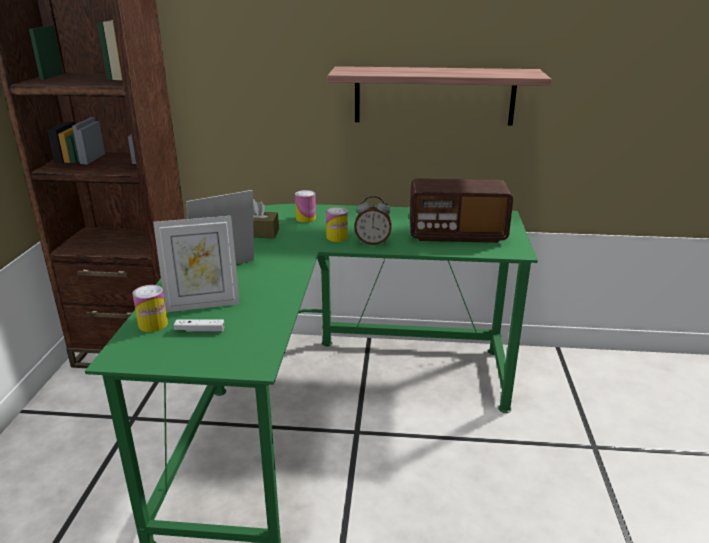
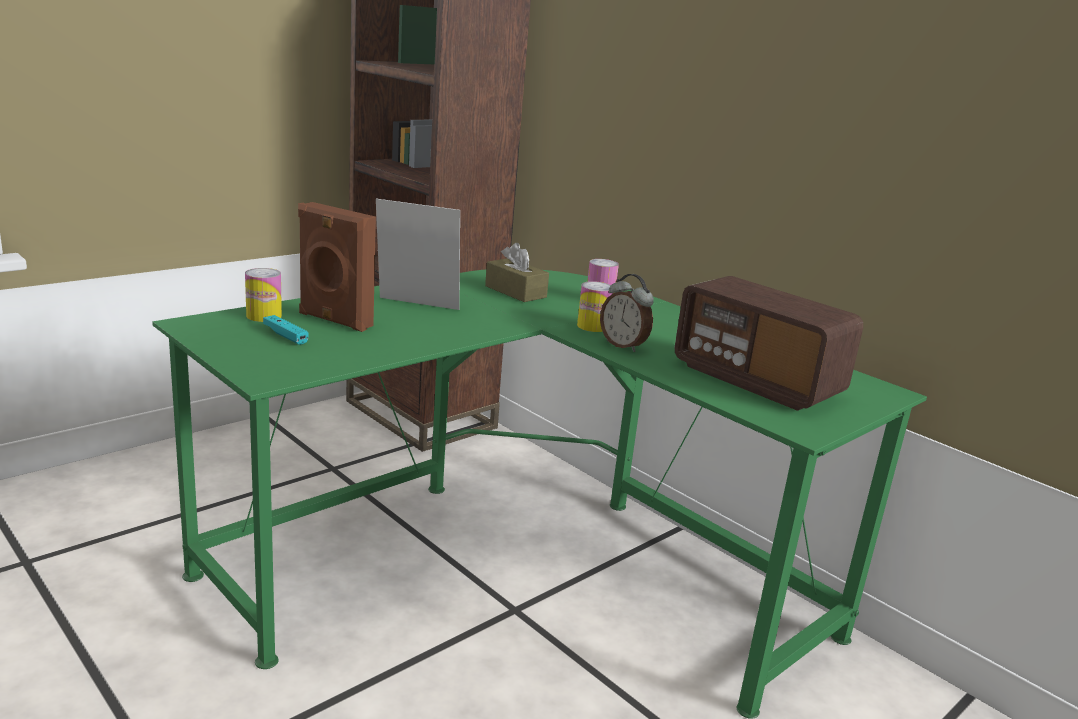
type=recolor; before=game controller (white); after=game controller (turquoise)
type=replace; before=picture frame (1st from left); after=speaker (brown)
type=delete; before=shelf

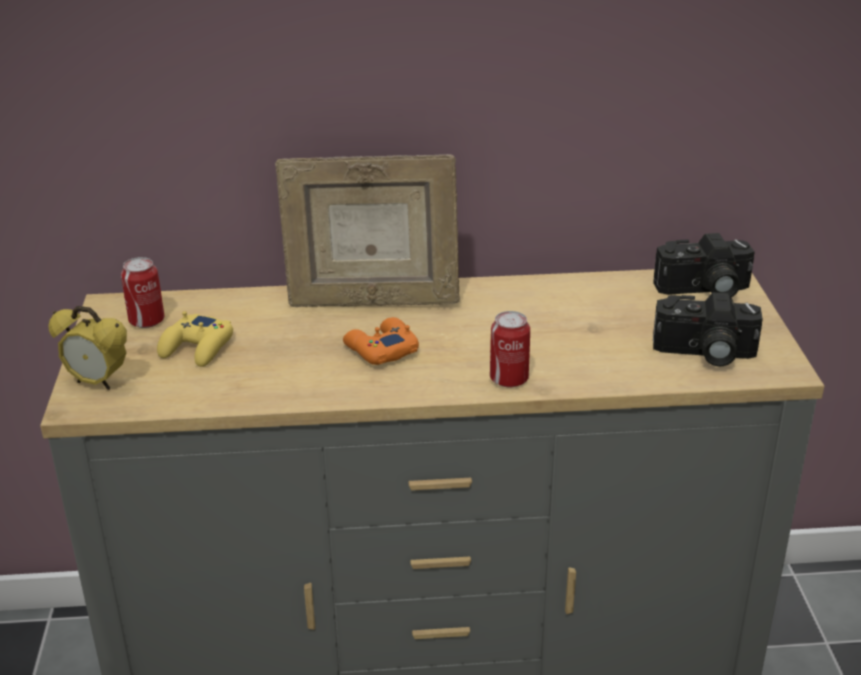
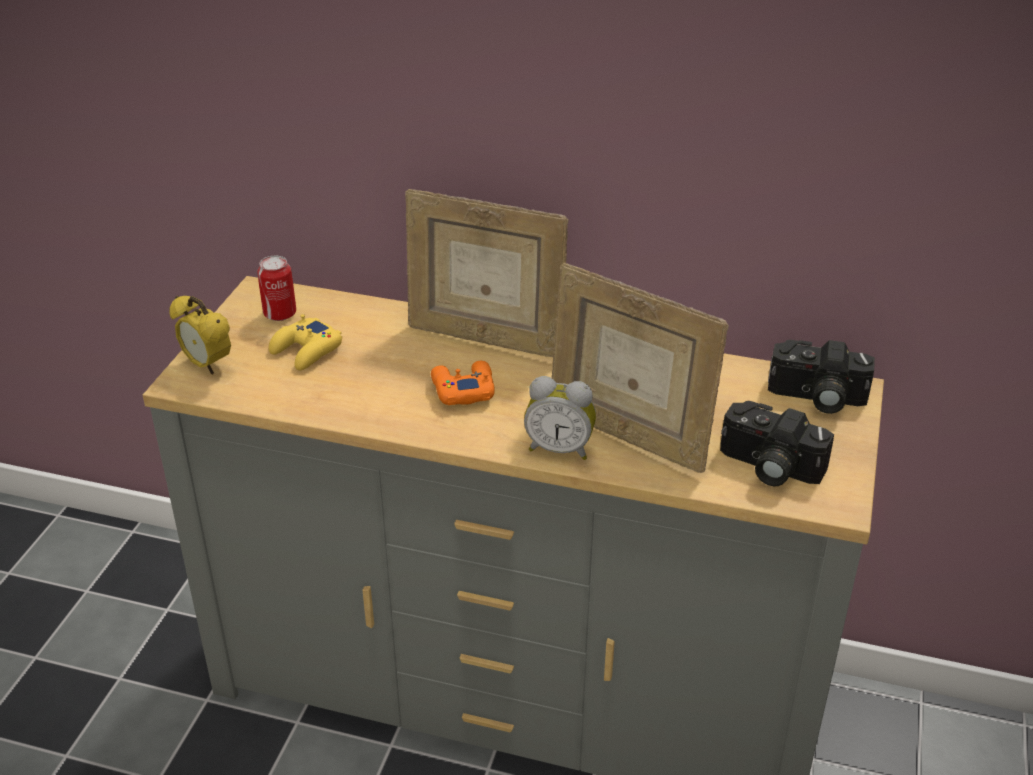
type=replace; before=can (2nd from left); after=alarm clock (2nd from left)
type=insert; after=picture frame (2nd from left)

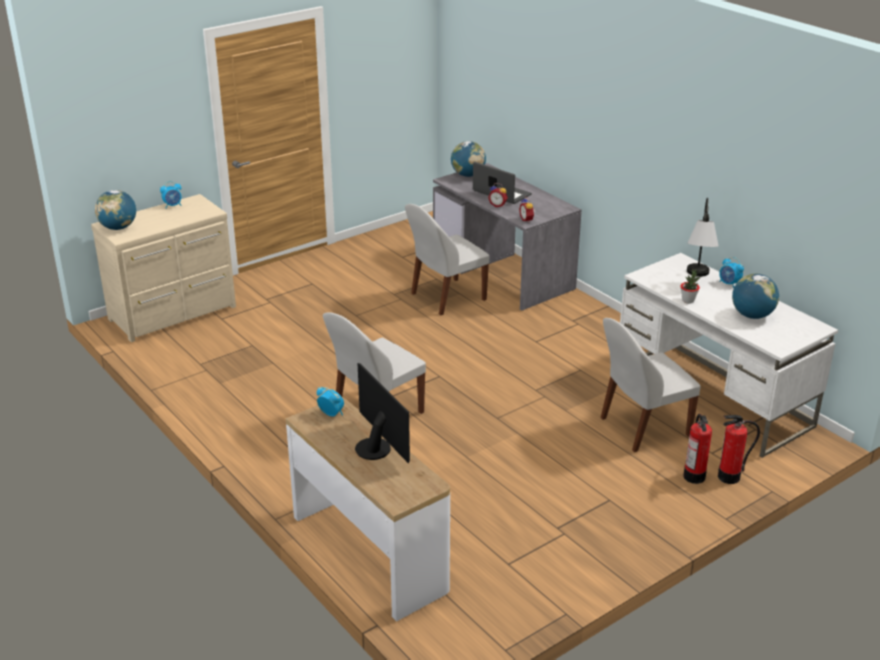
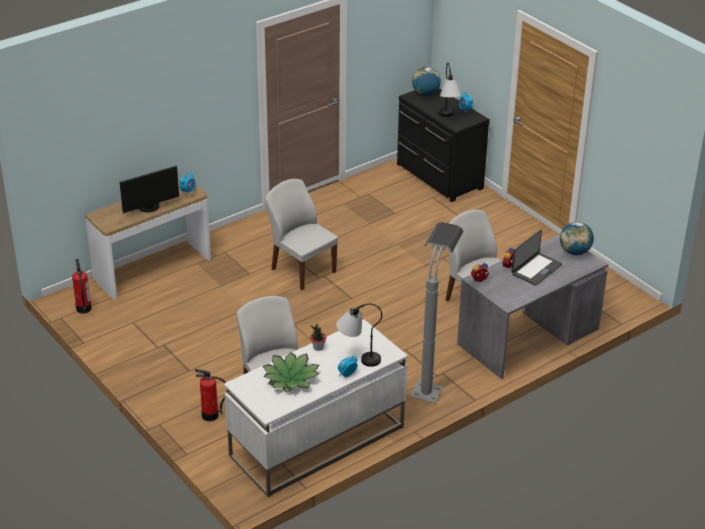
type=move; before=fire extinguisher (2nd from left in the first image); after=fire extinguisher (1st from left)
type=replace; before=globe (3rd from left); after=potted plant (1st from left)
type=recolor; before=dresser (beige); after=dresser (black)
type=insert; after=floor lamp (grey)
type=insert; after=table lamp (2nd from left)

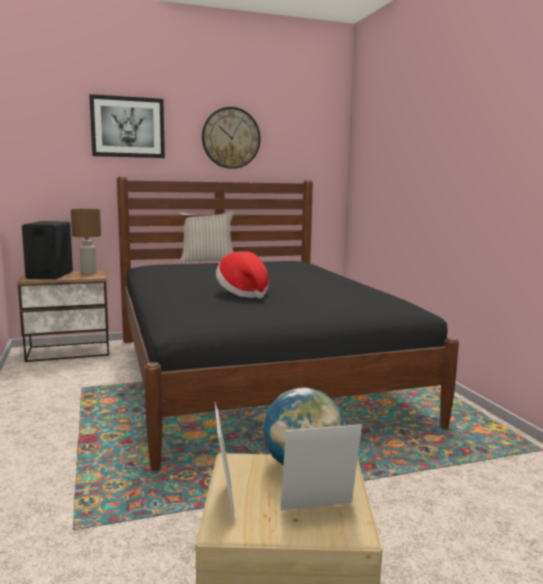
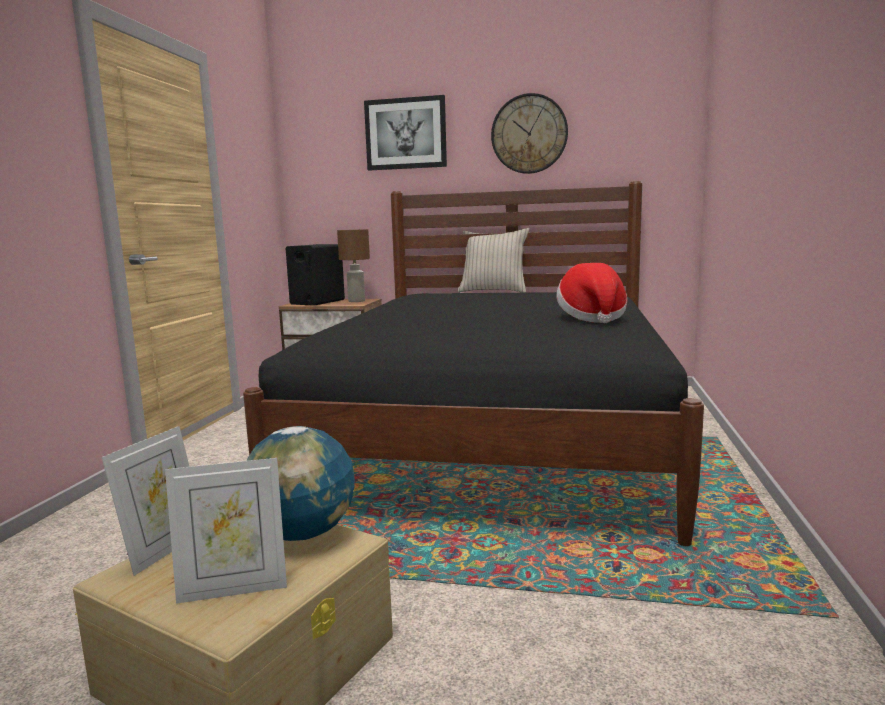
type=rotate; before=picture frame (2nd from left); turn=150
type=move; before=hat

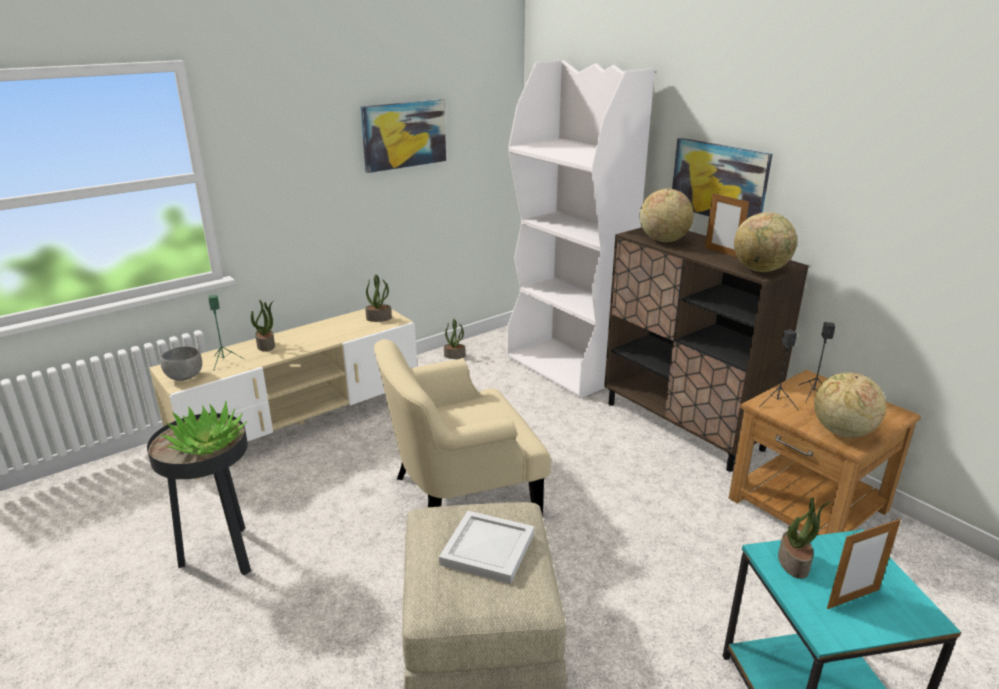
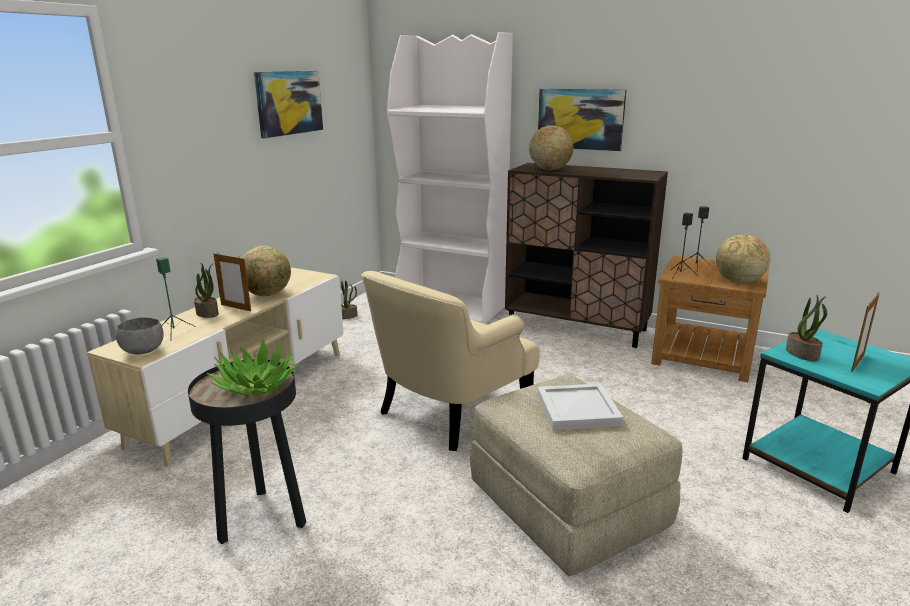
type=move; before=picture frame (1st from left)
type=move; before=globe (2nd from left in the first image); after=globe (1st from left)
type=delete; before=potted plant (3rd from left)

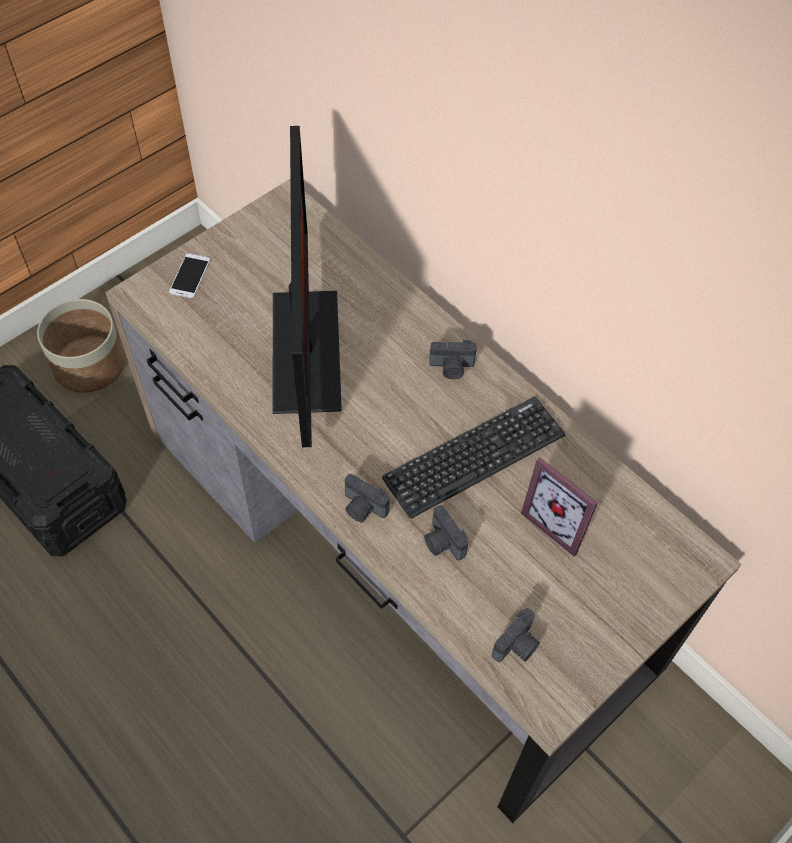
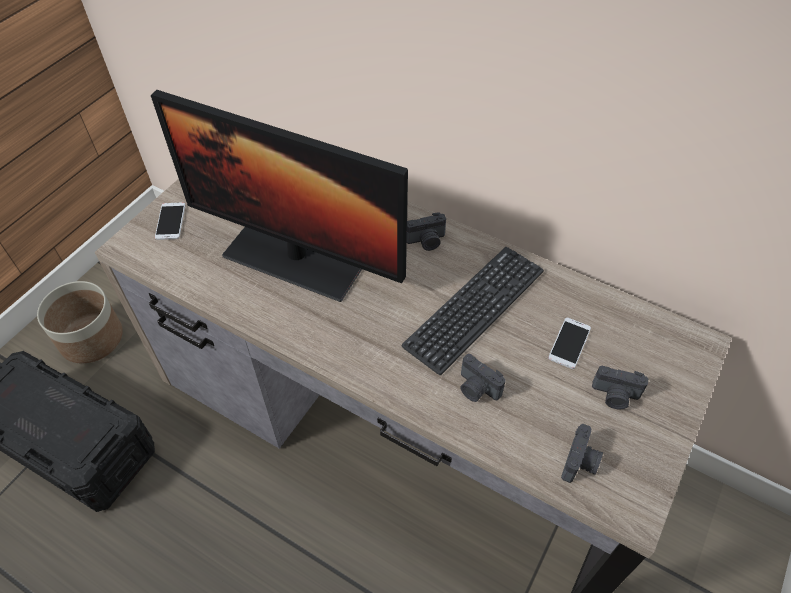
type=rotate; before=monitor; turn=135
type=replace; before=picture frame; after=phone (2nd from left)
type=move; before=photo camera (1st from left in the first image); after=photo camera (4th from left)

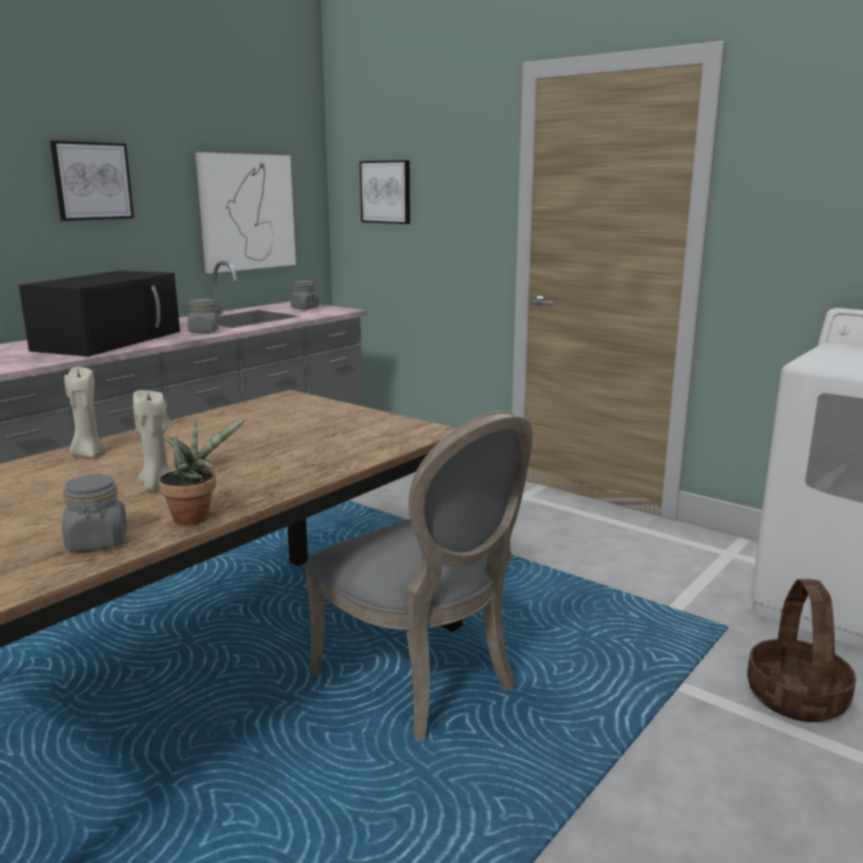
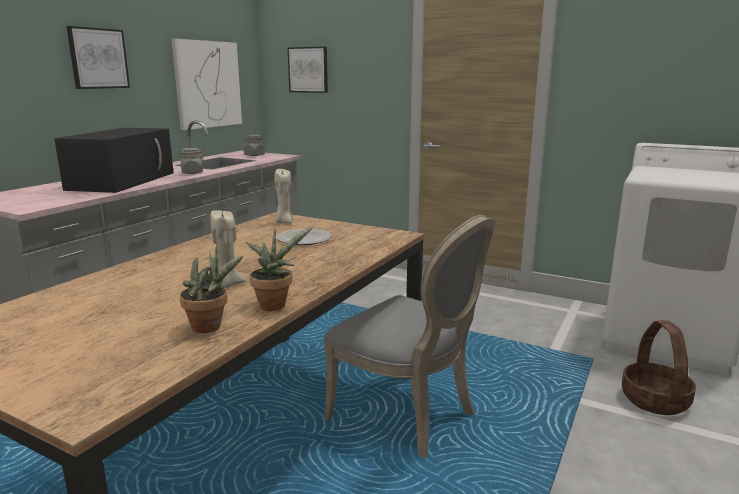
type=replace; before=jar (grey) (1st from left); after=potted plant (1st from left)
type=move; before=candle (beige) (1st from left in the first image); after=candle (beige) (2nd from left)
type=insert; after=plate

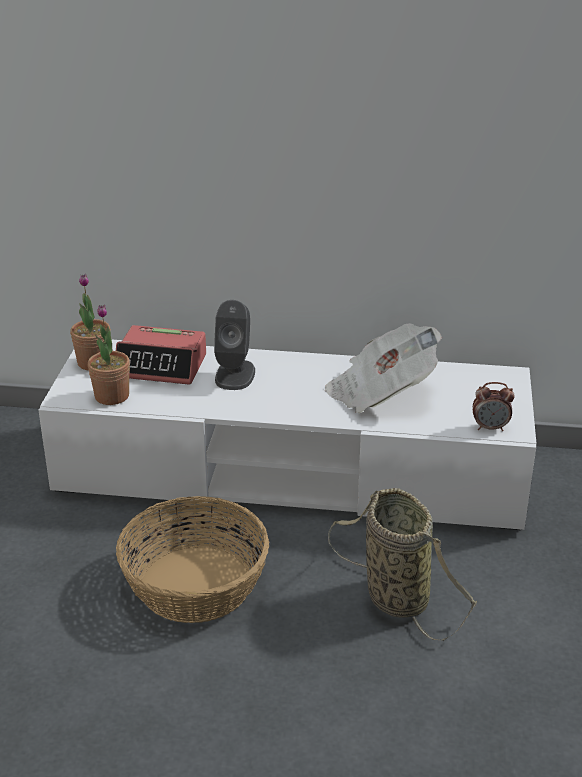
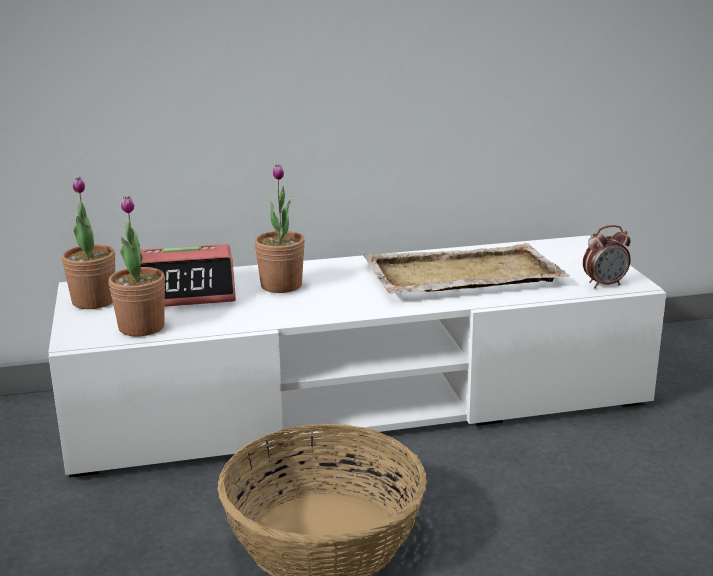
type=replace; before=speaker (grey); after=potted plant (3rd from left)
type=replace; before=newspaper; after=tray (beige)
type=delete; before=basket (2nd from left)

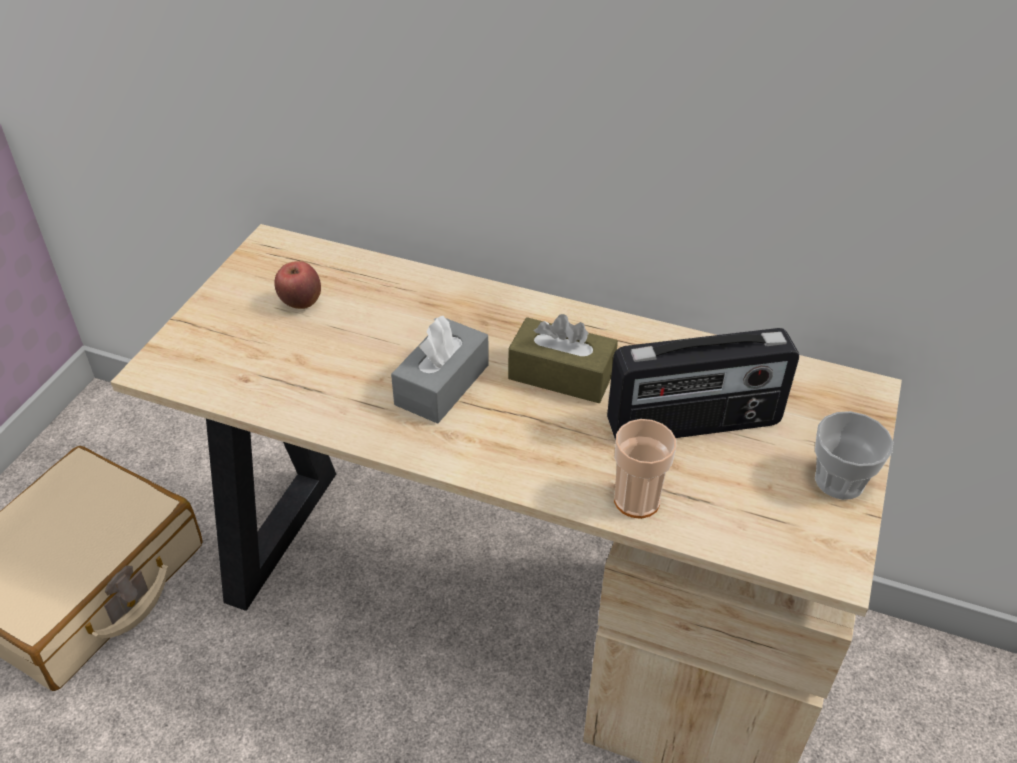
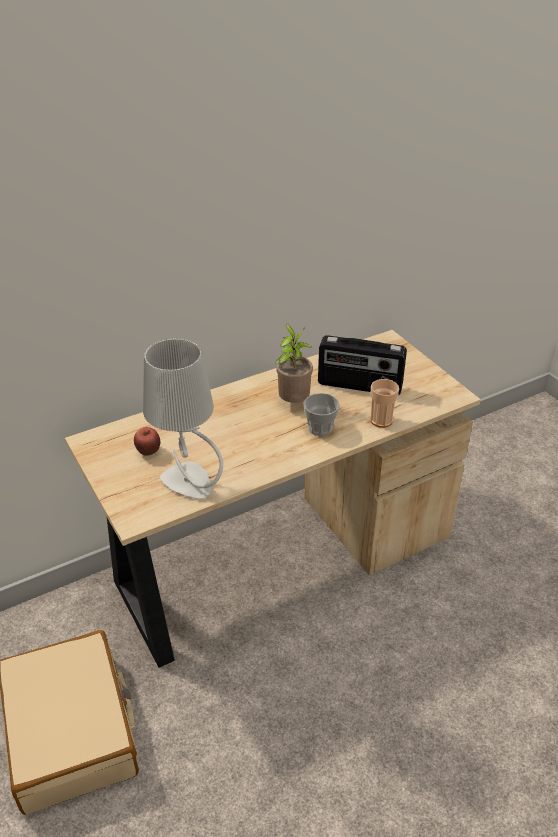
type=insert; after=table lamp (grey)
type=replace; before=tissue box (brown); after=potted plant
type=move; before=cup (2nd from left in the first image); after=cup (1st from left)
type=rotate; before=radio; turn=75
type=delete; before=tissue box (grey)

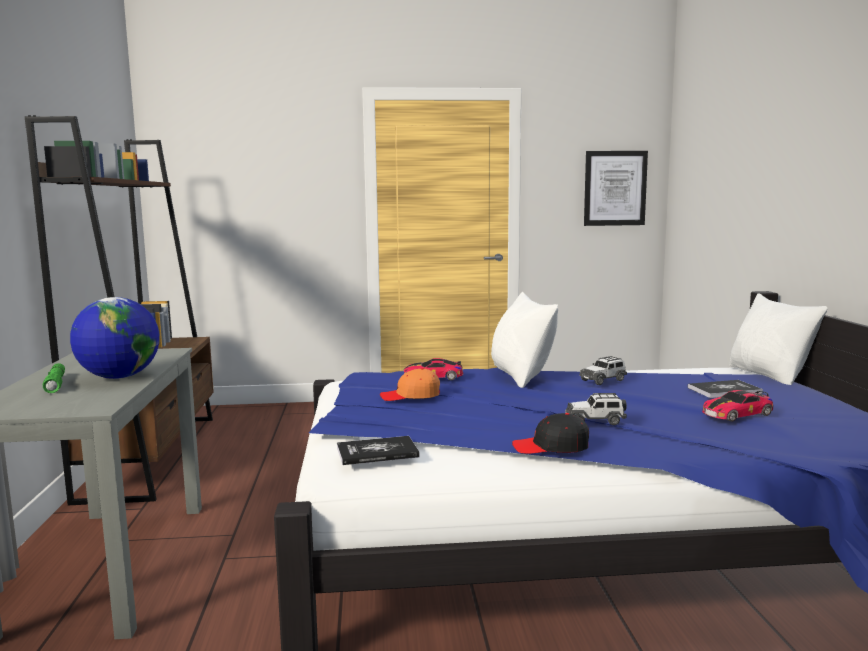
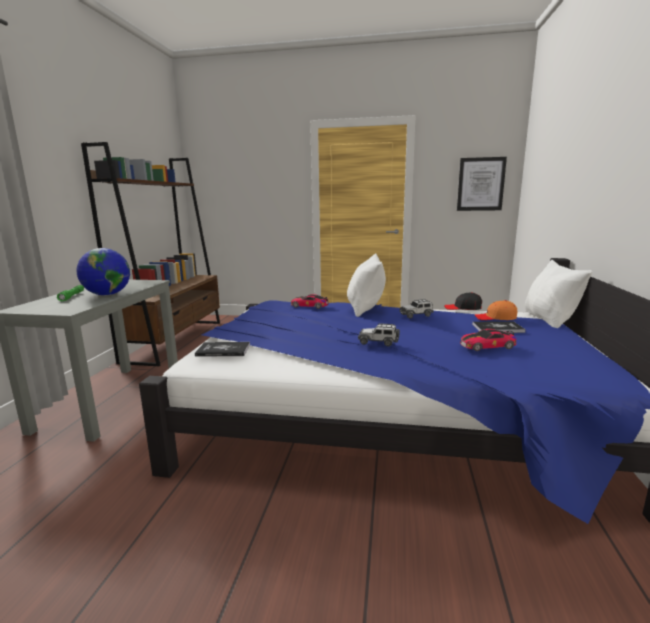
type=move; before=cap (black)
type=move; before=cap (orange)

